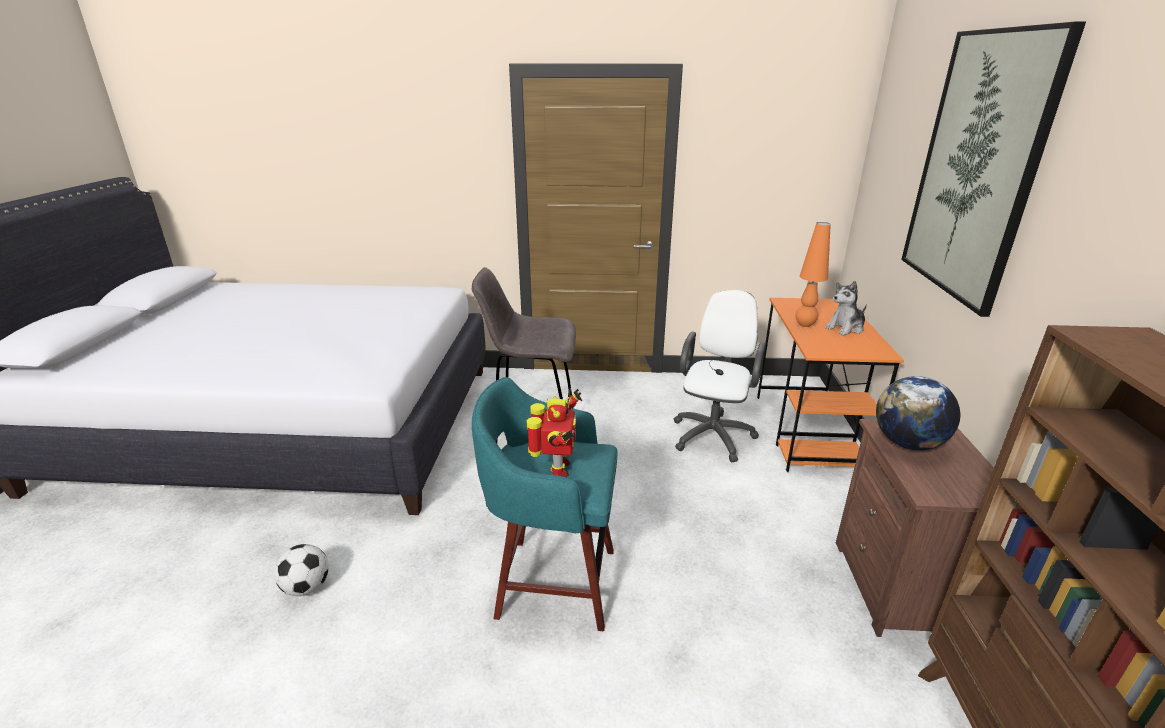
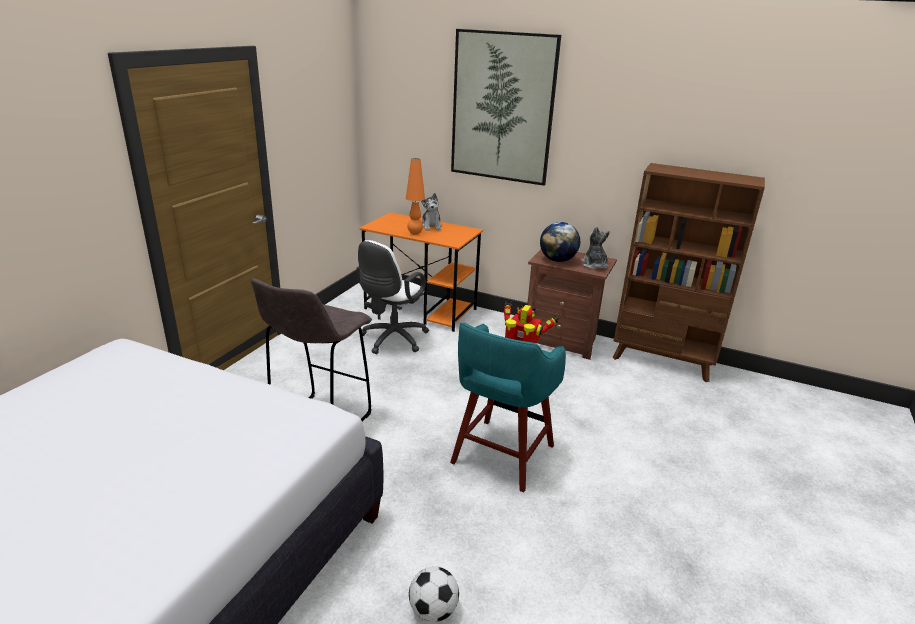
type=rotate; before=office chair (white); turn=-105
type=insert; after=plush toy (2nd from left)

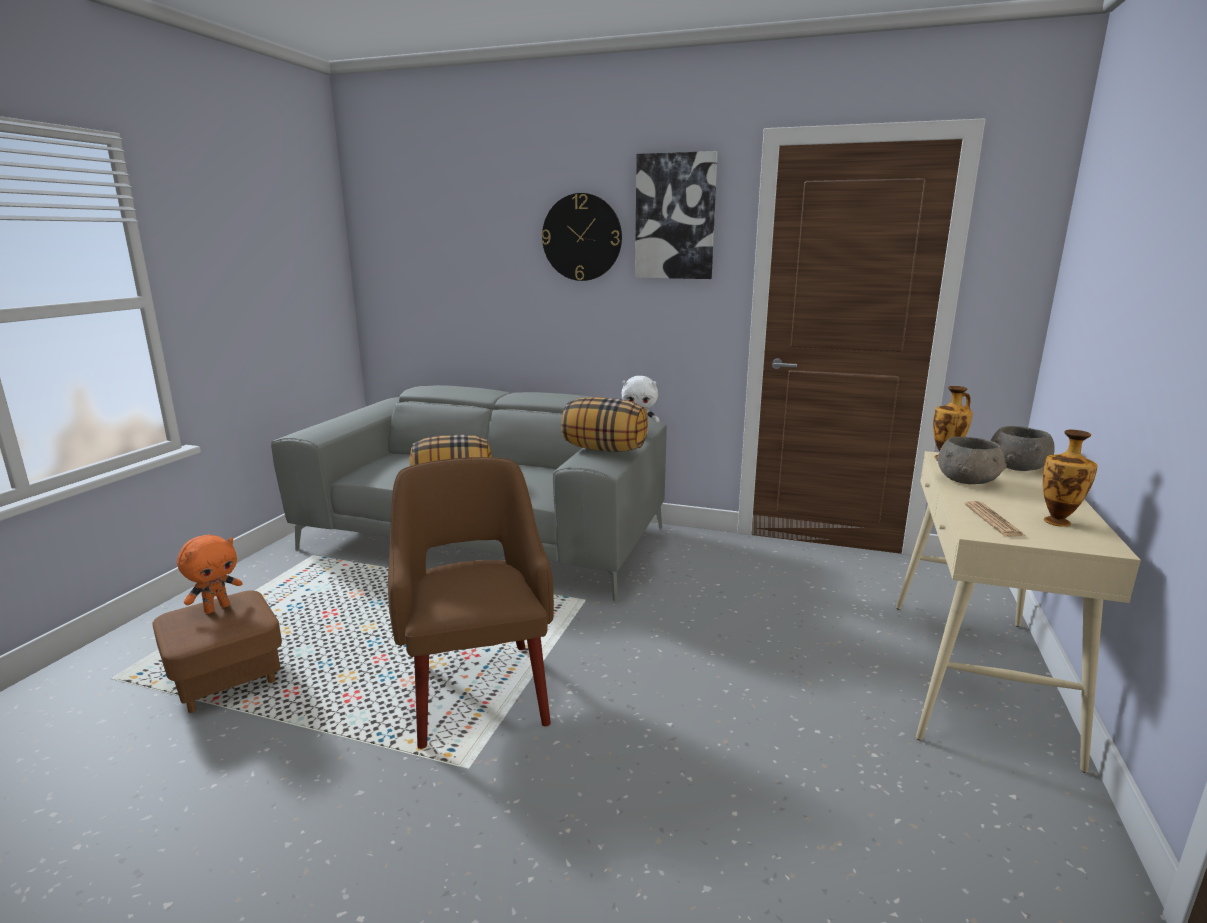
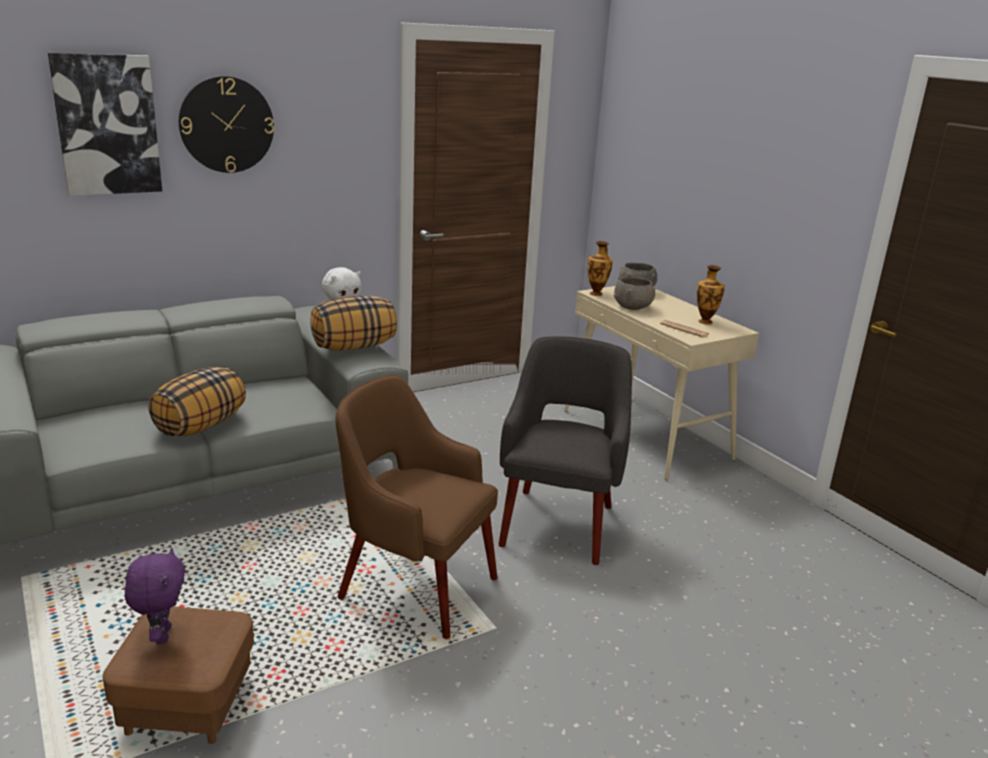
type=move; before=picture
type=recolor; before=plush toy (orange); after=plush toy (purple)
type=insert; after=armchair (grey)

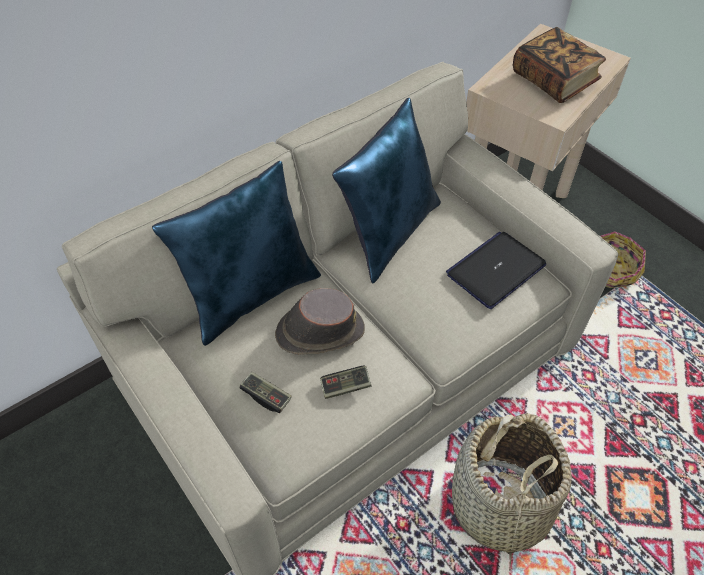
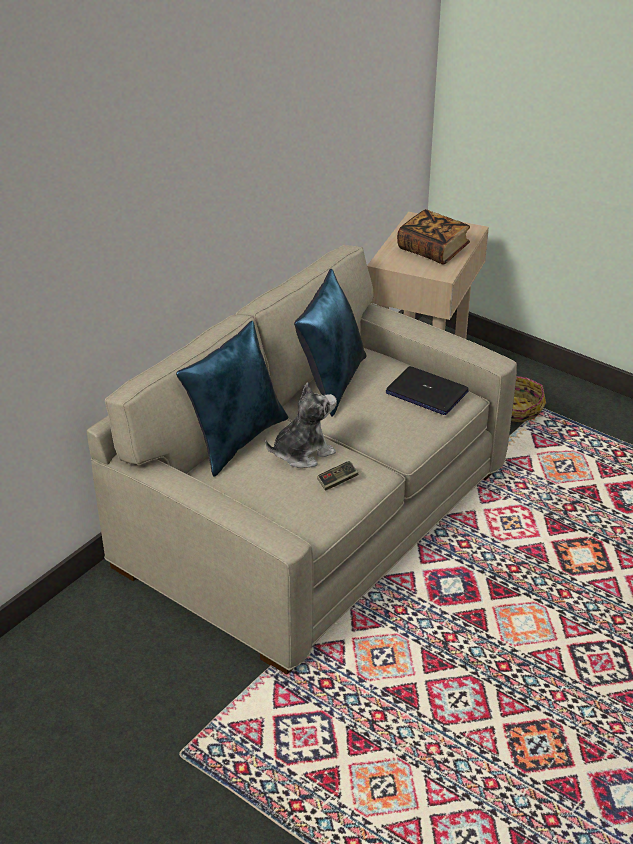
type=replace; before=hat (brown); after=plush toy
type=rotate; before=laptop; turn=-90
type=delete; before=game controller (1st from left)
type=delete; before=basket (1st from left)

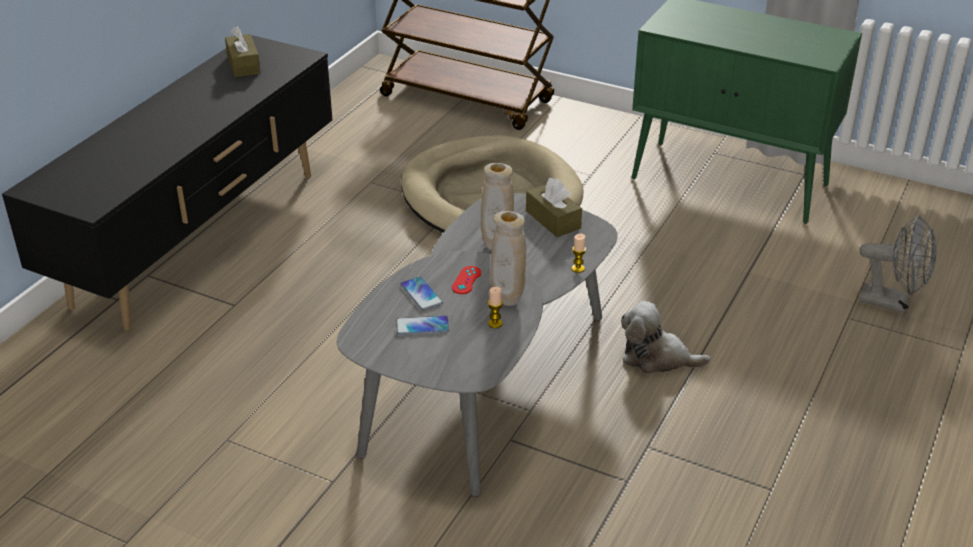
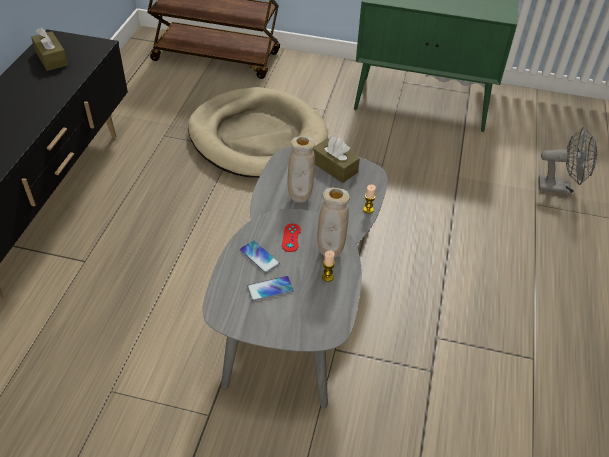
type=delete; before=plush toy

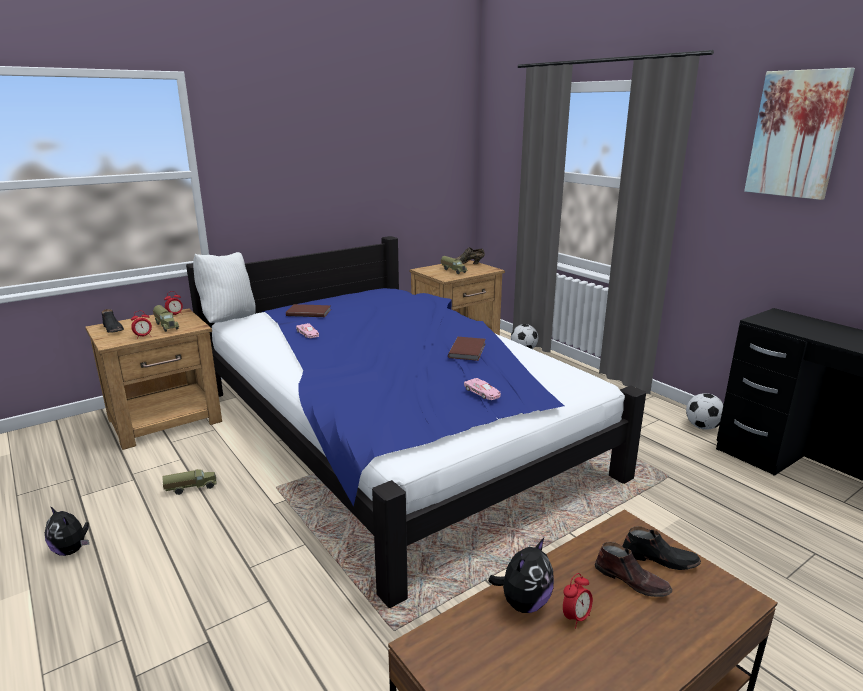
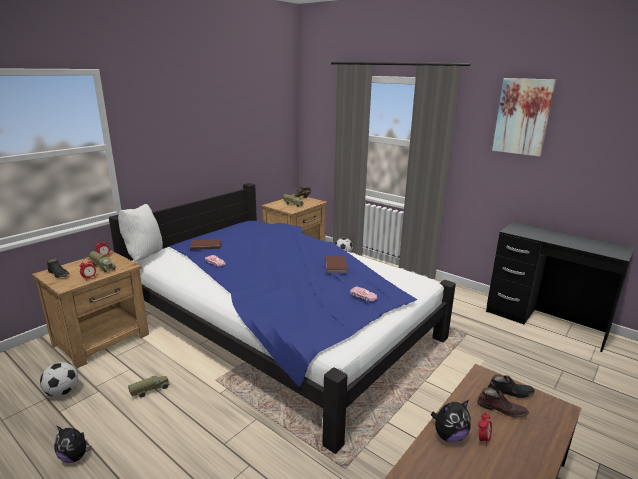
type=move; before=football (2nd from left in the first image); after=football (1st from left)
type=rotate; before=plush toy (2nd from left); turn=45

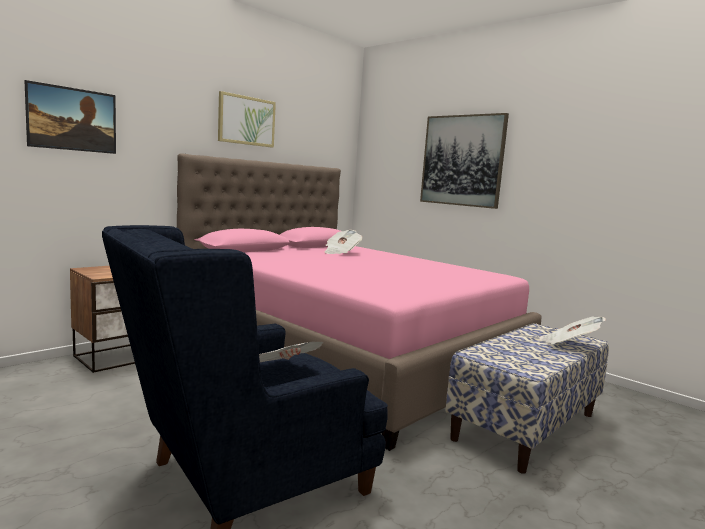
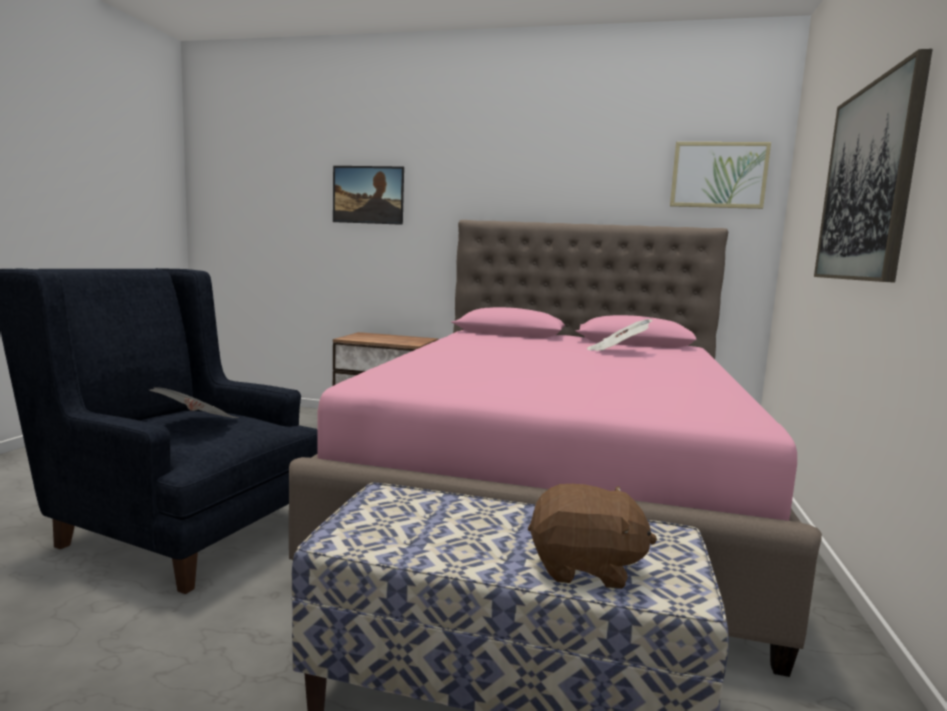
type=replace; before=newspaper (3rd from left); after=plush toy (brown)
type=move; before=picture (2nd from left)

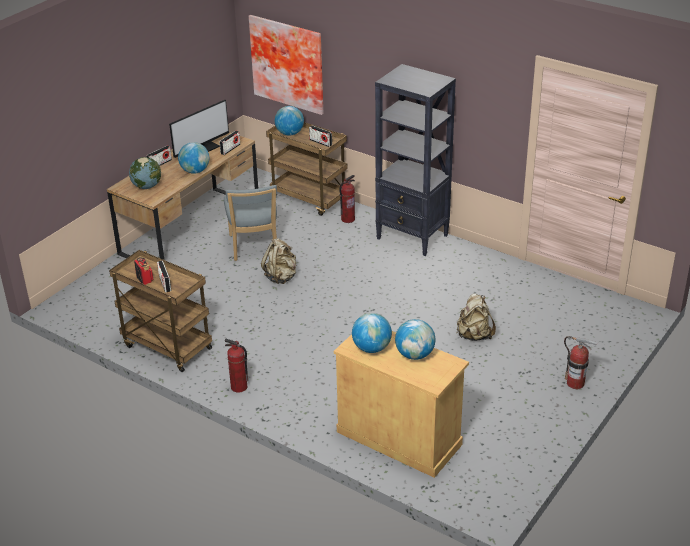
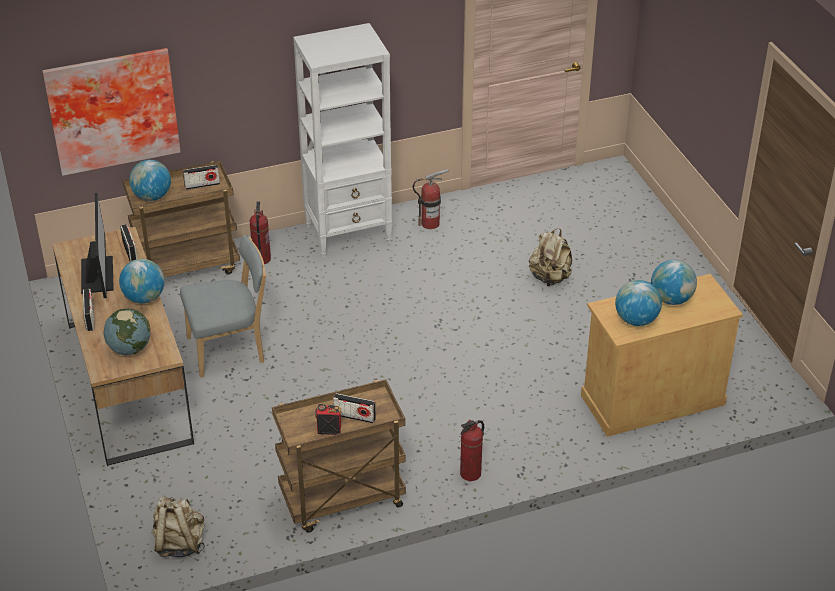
type=move; before=backpack (beige) (1st from left)
type=rotate; before=chair (grey); turn=-45
type=recolor; before=bookcase (black); after=bookcase (white)
type=move; before=fire extinguisher (3rd from left in the first image); after=fire extinguisher (2nd from left)

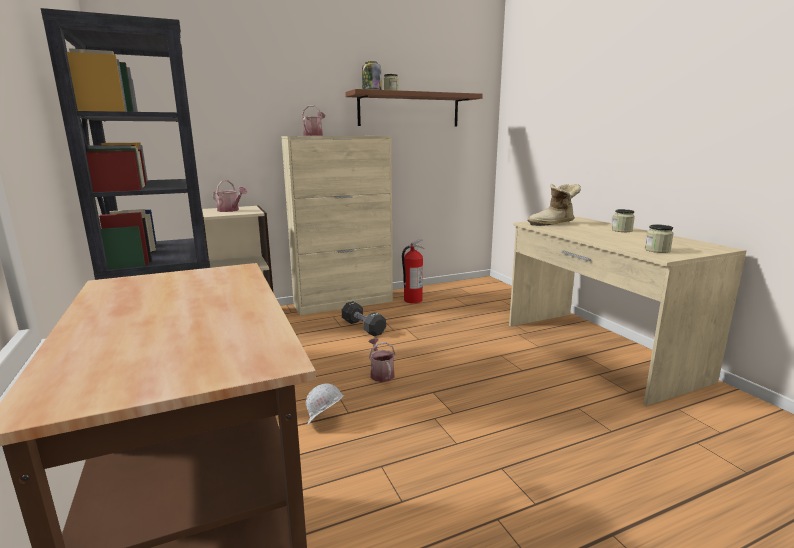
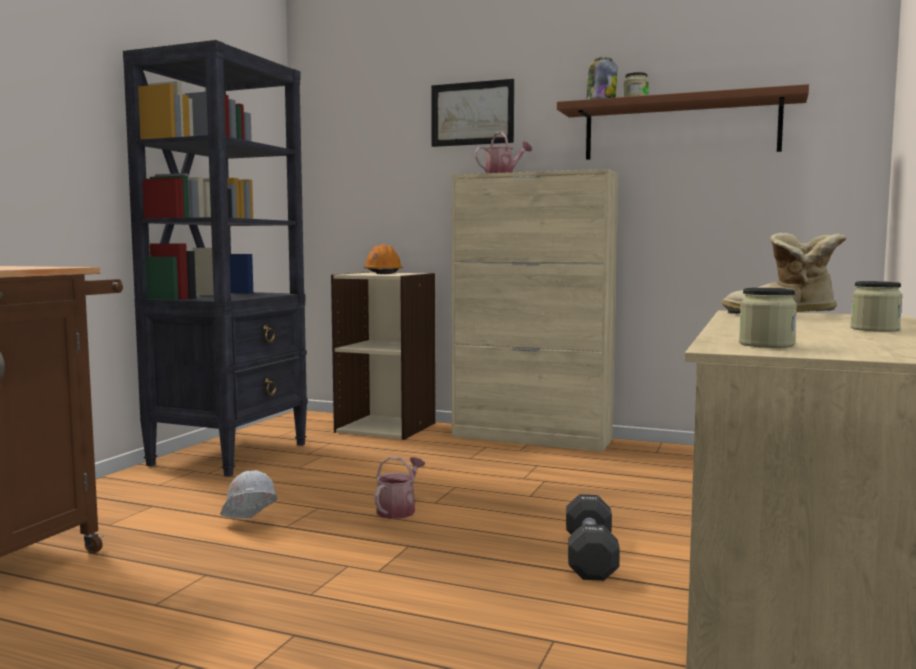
type=replace; before=watering can (1st from left); after=hard hat (orange)
type=insert; after=picture
type=move; before=dumbbell (black)
type=delete; before=fire extinguisher

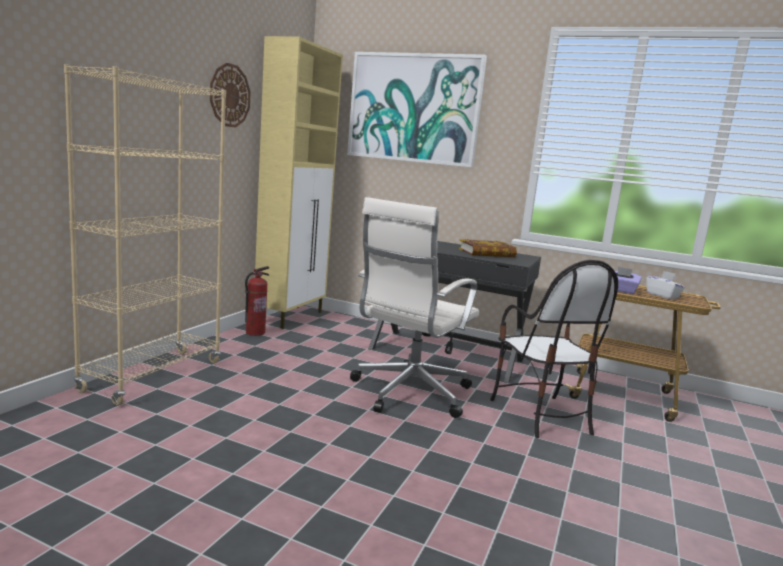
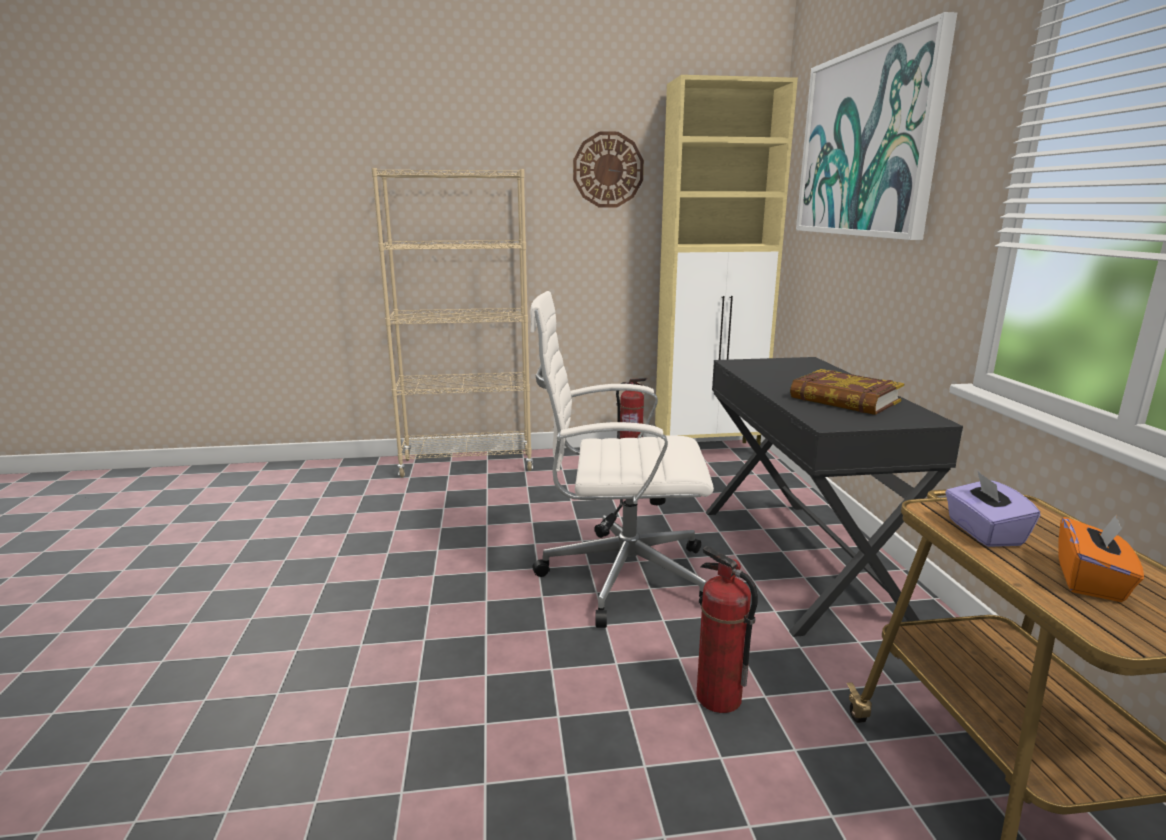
type=replace; before=chair; after=fire extinguisher (2nd from left)
type=recolor; before=tissue box (white); after=tissue box (orange)

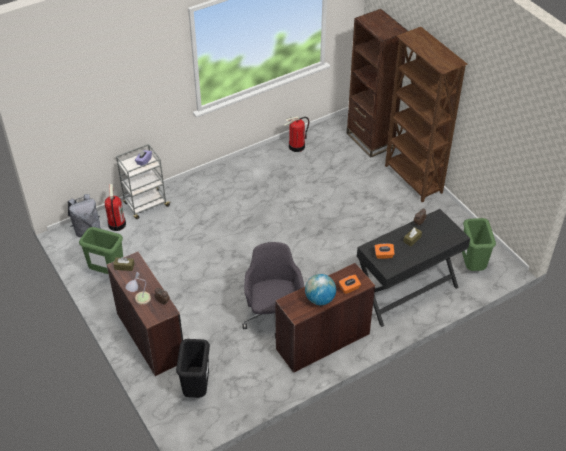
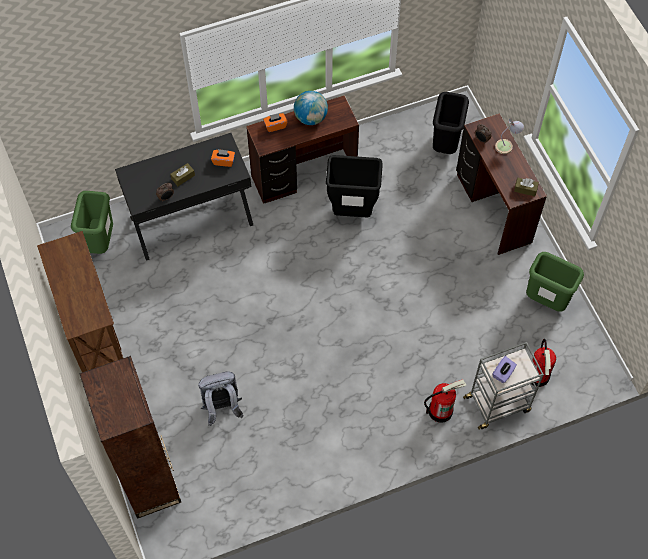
type=move; before=backpack (grey)
type=replace; before=office chair (grey); after=trash can (black) (1st from left)
type=move; before=fire extinguisher (2nd from left in the first image); after=fire extinguisher (1st from left)

